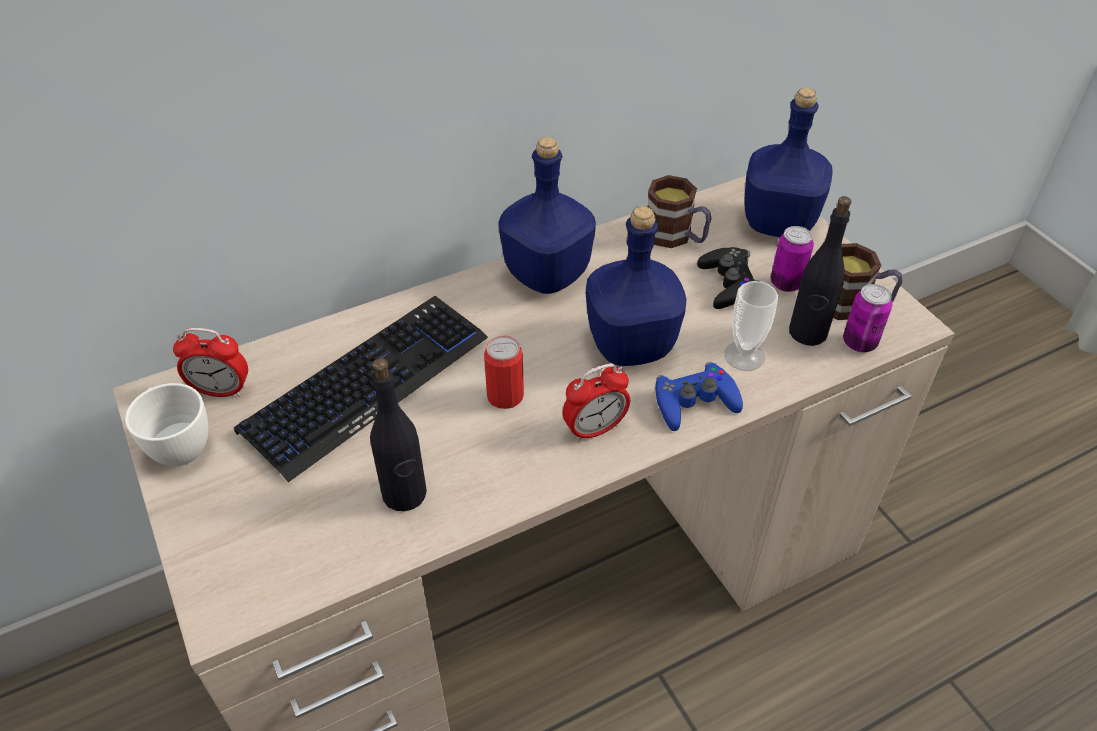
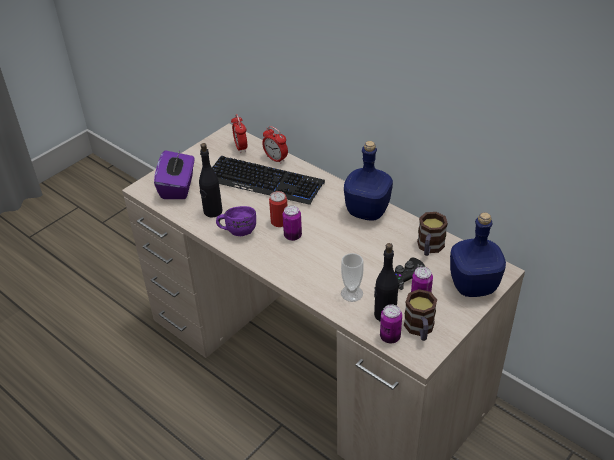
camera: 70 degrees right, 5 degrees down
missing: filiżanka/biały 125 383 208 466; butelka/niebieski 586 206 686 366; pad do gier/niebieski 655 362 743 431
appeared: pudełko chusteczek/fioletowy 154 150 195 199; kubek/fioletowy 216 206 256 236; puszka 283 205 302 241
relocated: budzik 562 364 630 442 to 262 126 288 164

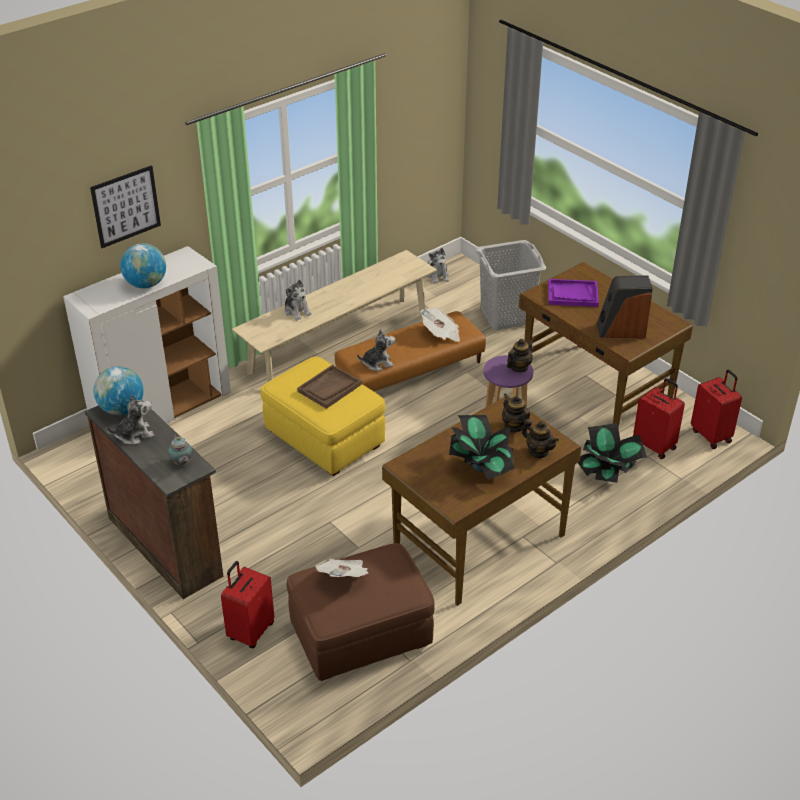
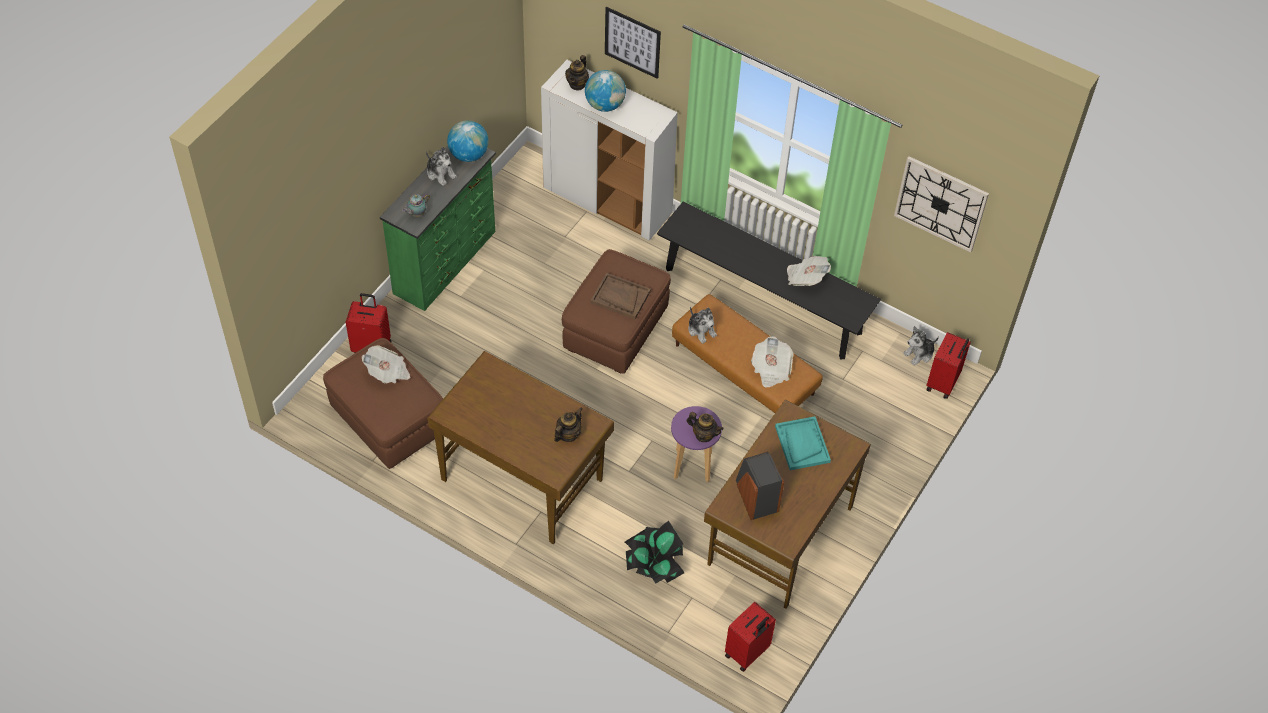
camera: 70 degrees right, 15 degrees up
missing: pluszak 284 280 312 320; roślina doniczkowa 449 415 515 480; kosz na pranie/szary 475 240 546 330
appeared: gazeta 787 256 831 286; zegar ścienny 894 156 989 253
relocated: imbryk 522 419 559 458 to 565 55 589 90; walizka/czerwony 633 378 685 459 to 926 332 971 399
colour: komoda/brązowy 85 400 223 599 to komoda/zielony 380 146 496 311; pufa/żółty 261 357 385 476 to pufa/brązowy 562 249 671 374; ławka/beżowy 232 250 437 382 to ławka/czarny 657 201 881 359; taca/fioletowy 548 279 599 307 to taca/turkusowy 775 416 831 470

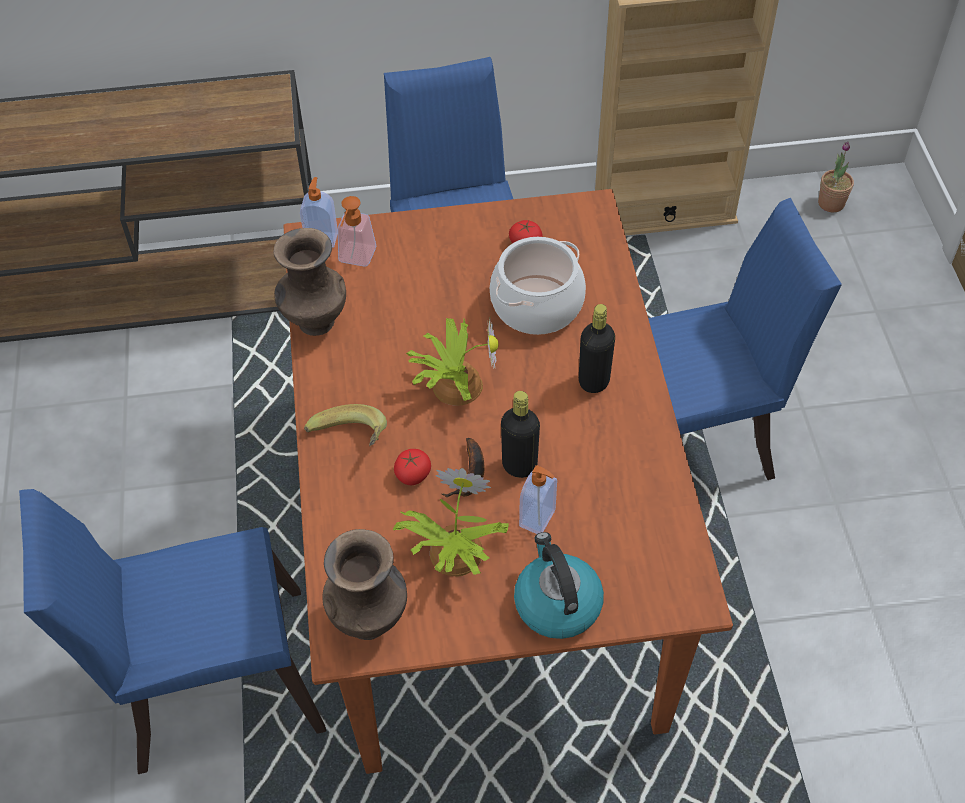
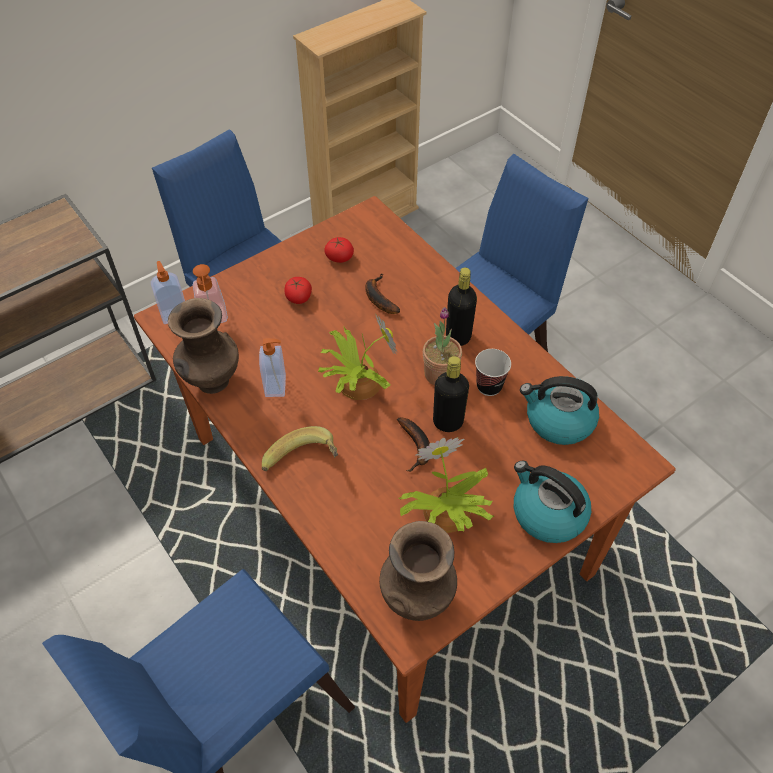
camera: 30 degrees left, 0 degrees up
appeared: filiżanka 475 349 511 396; czajnik 520 376 599 445
relocated: dozownik mydła 519 465 557 534 to 259 338 286 397; pomidor 394 449 431 485 to 284 277 312 304; roślina doniczkowa 818 141 854 212 to 423 307 462 385
exchanged: garnek 490 237 586 335 to banan 365 274 400 314

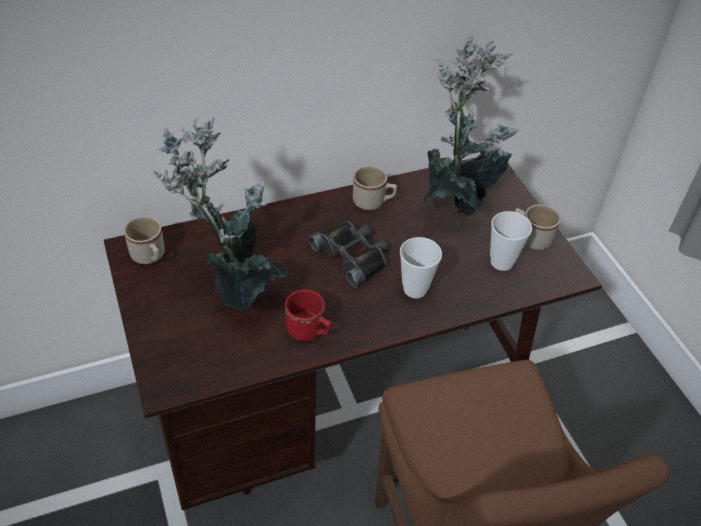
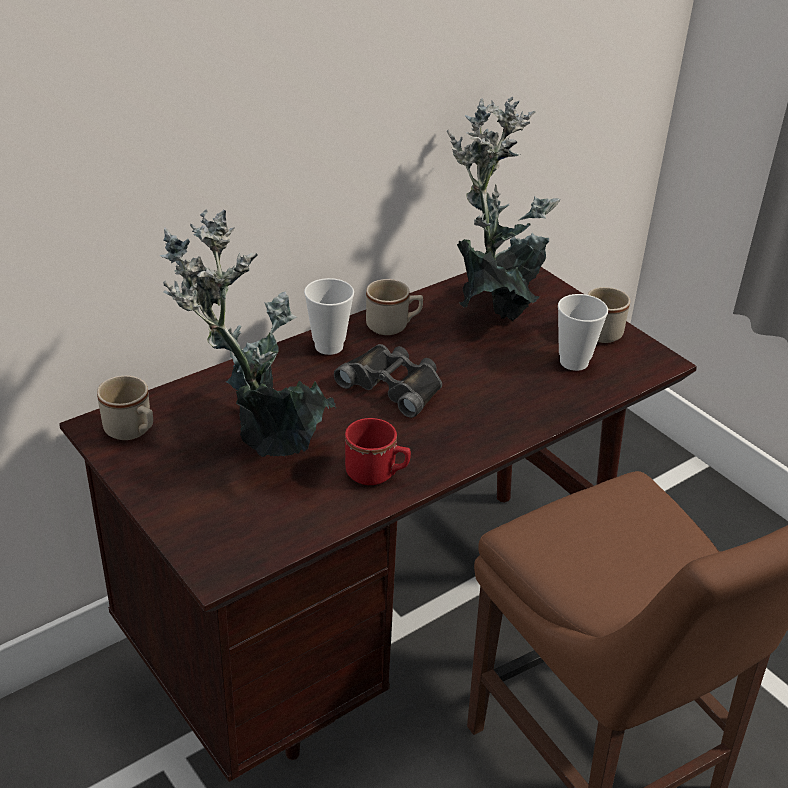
camera: 15 degrees left, 10 degrees down
relocated: filiżanka 400 237 442 298 to 304 278 354 355

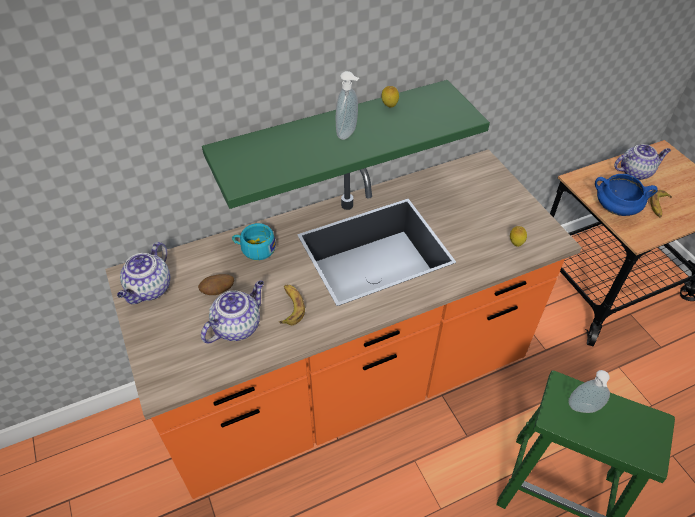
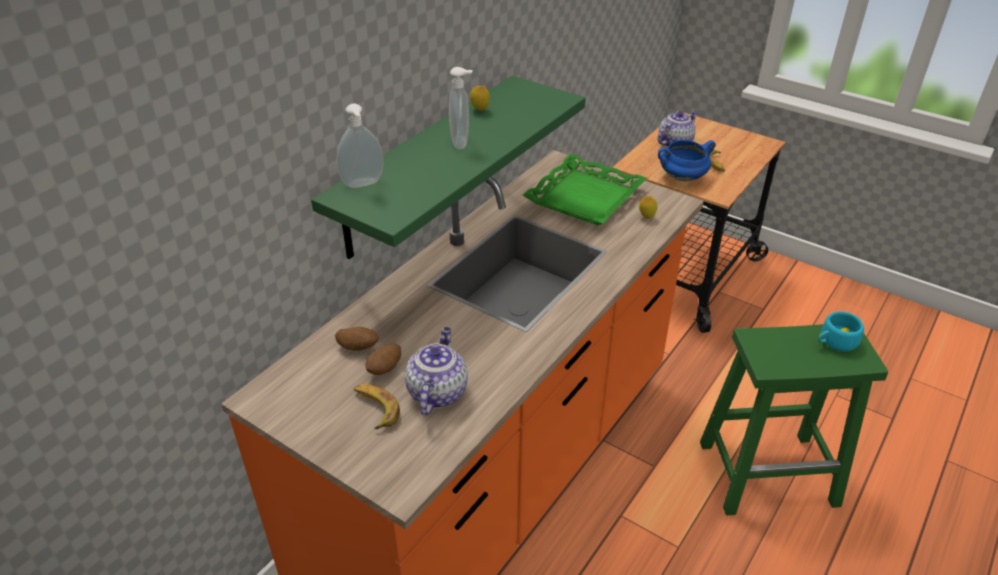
camera: 30 degrees left, 10 degrees down
missing: imbryk 117 242 171 304
appeared: ziemniak 335 327 378 351; taca/zielony 523 154 647 225
relocated: dozownik mydła 569 370 610 413 to 337 104 383 188; banan 279 285 305 325 to 354 384 400 429; filiżanka/turkusowy 232 223 276 260 to 818 311 864 351

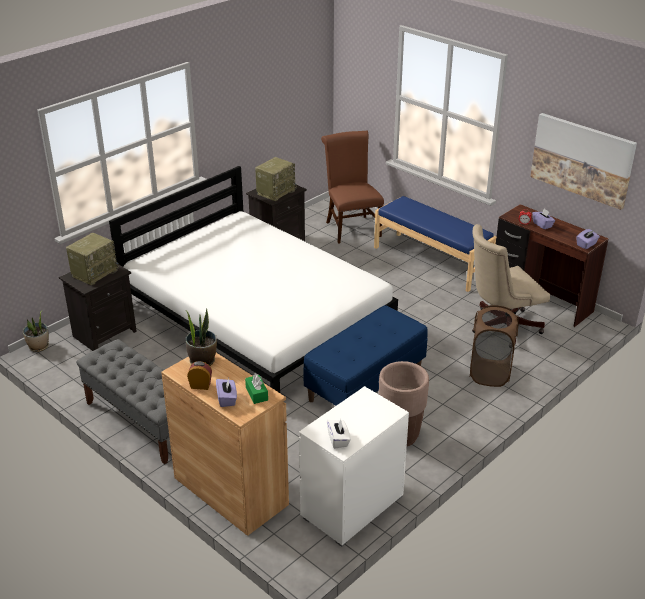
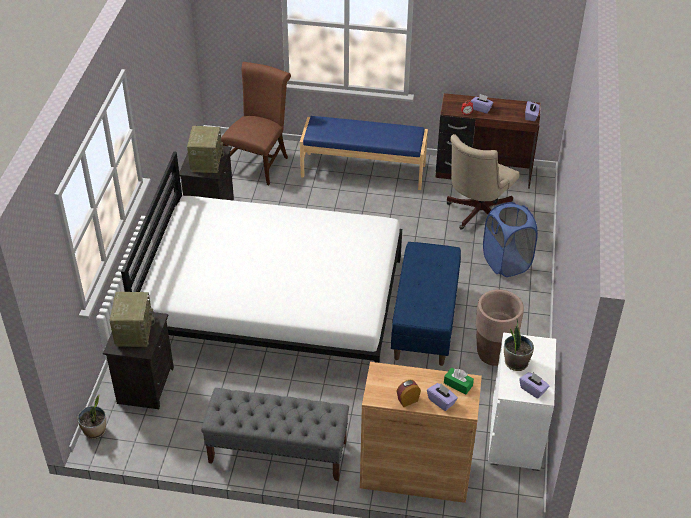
camera: 35 degrees left, 10 degrees up
missing: obraz 530 113 637 210
relocated: roślina doniczkowa 185 308 217 366 to 504 319 534 371
colour: kosz na pranie/brązowy 470 305 519 387 to kosz na pranie/niebieski 483 202 538 277; pudełko chusteczek/biały 327 419 351 449 to pudełko chusteczek/fioletowy 519 372 549 399
spun: krzesło/brązowy 321 131 384 244 = 221 62 291 185 75 degrees clockwise

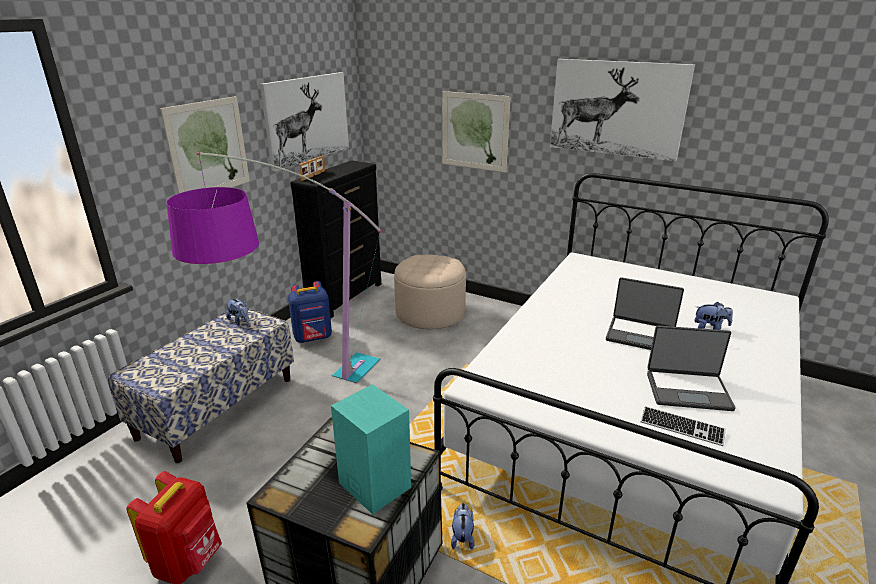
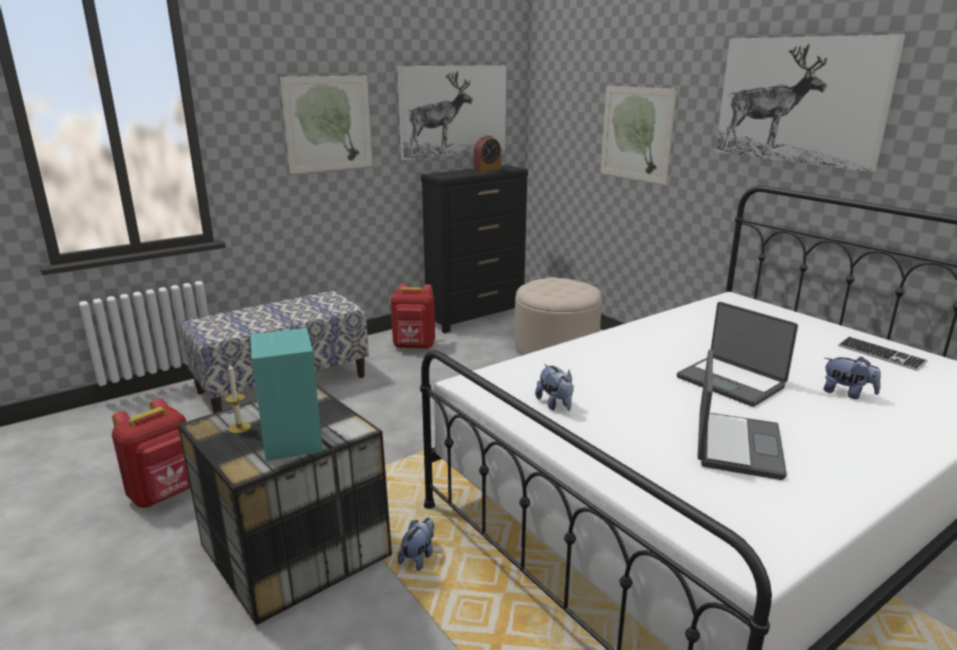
camera: 25 degrees right, 5 degrees down
missing: lampa stojąca 167 152 382 383; ramka na zdjęcie 299 155 325 181
appeared: świeca 225 364 251 433; budzik 473 135 501 172
relocated: pluszak 226 298 249 325 to 535 364 574 411; klawiatura 641 406 726 446 to 838 337 928 371
colour: plecak/niebieski 288 281 332 343 to plecak/czerwony 391 284 435 349
spun: laptop 647 326 736 411 = 697 349 787 480 105 degrees counterclockwise

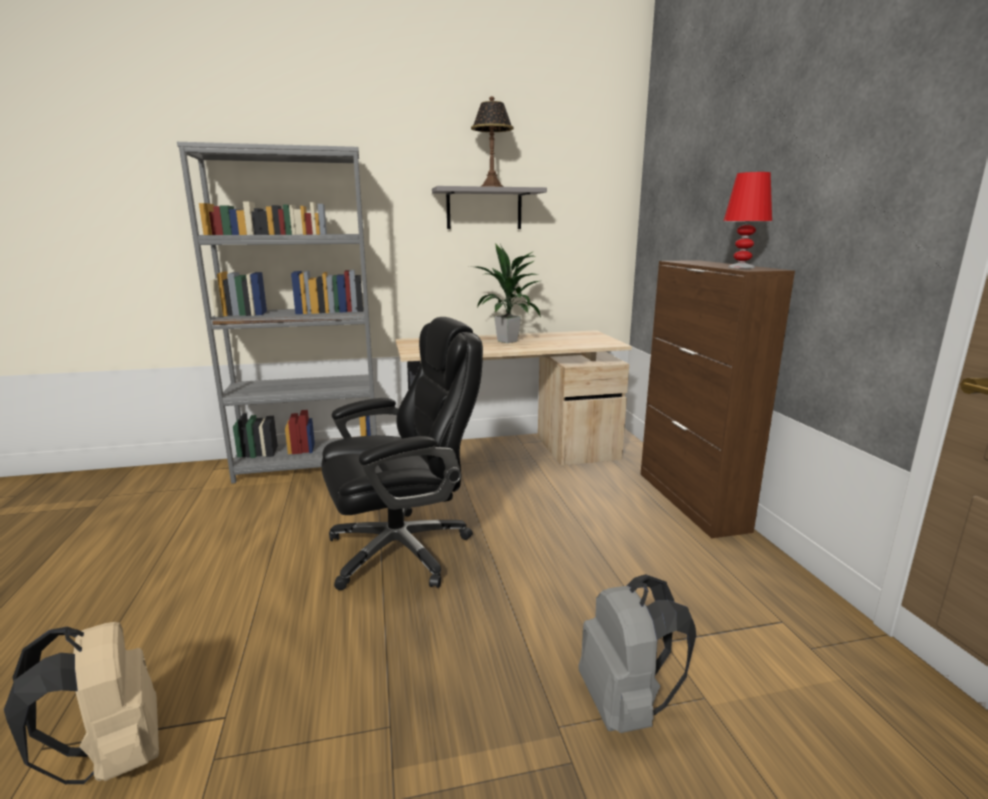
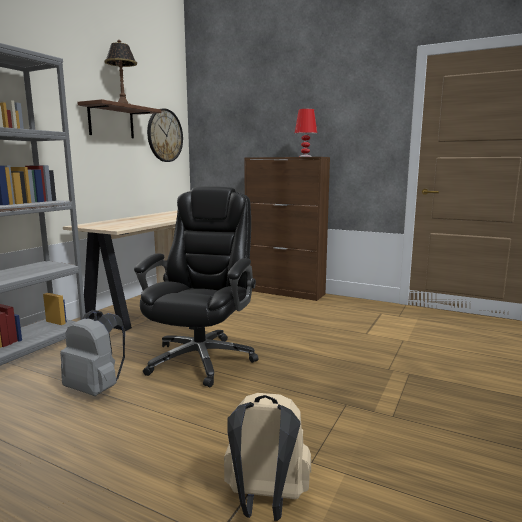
camera: 50 degrees left, 5 degrees down
missing: roślina doniczkowa 476 244 541 343
appeared: zegar ścienny 147 108 183 162
relocated: plecak/szary 578 574 696 733 to 60 310 125 396
colour: półka/szary 432 186 547 229 to półka/brązowy 77 99 161 138

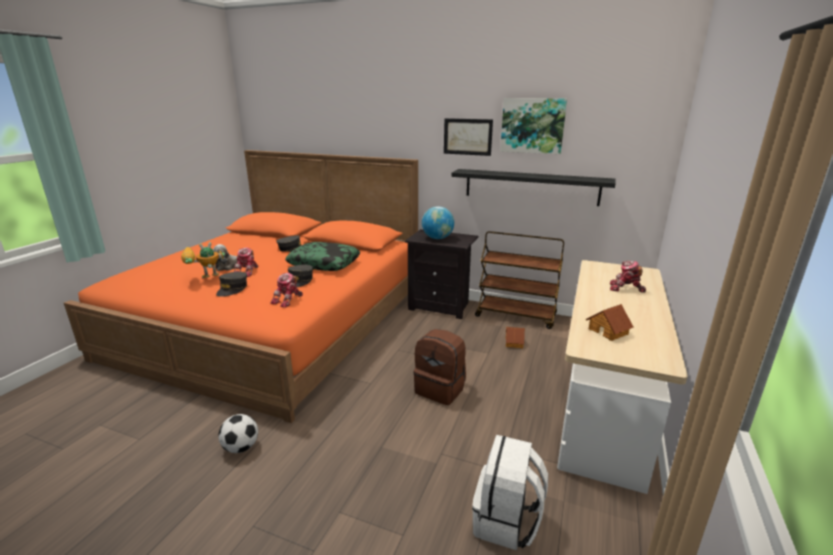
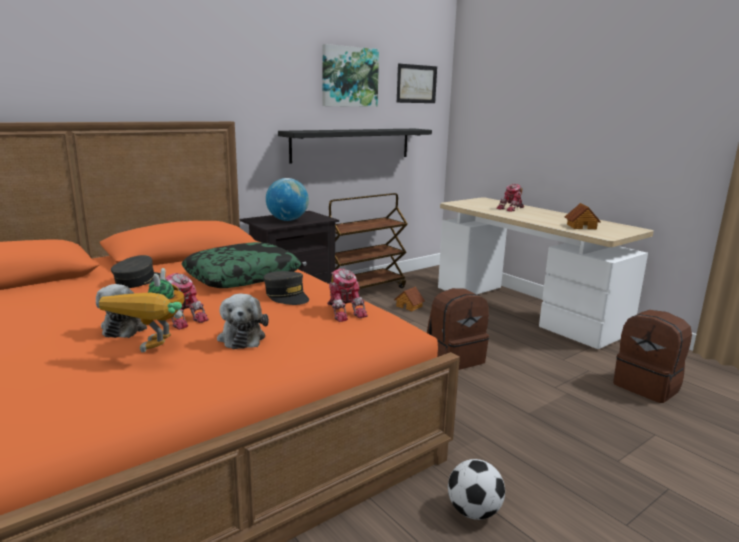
camera: 60 degrees left, 5 degrees down
relocated: obraz 444 118 493 156 to 397 64 437 103
exchanged: czapka z daszkiem/szary 216 272 247 297 to pluszak 217 294 269 349
colour: plecak/biały 472 435 548 550 to plecak/brązowy 613 310 692 403

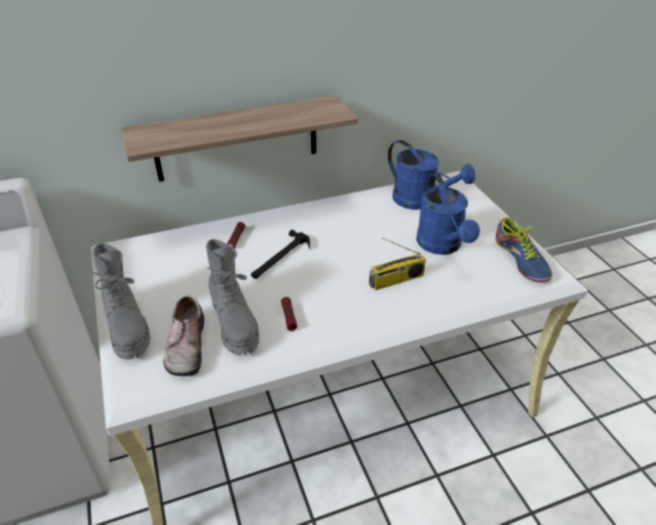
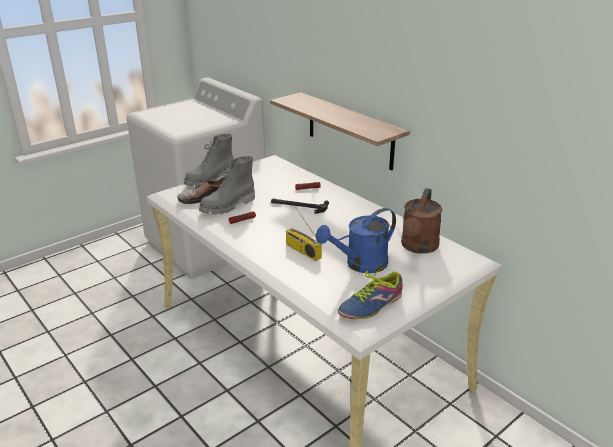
camera: 70 degrees right, 10 degrees down
colour: konewka/niebieski 388 140 476 210 to konewka/brązowy 401 188 443 254

